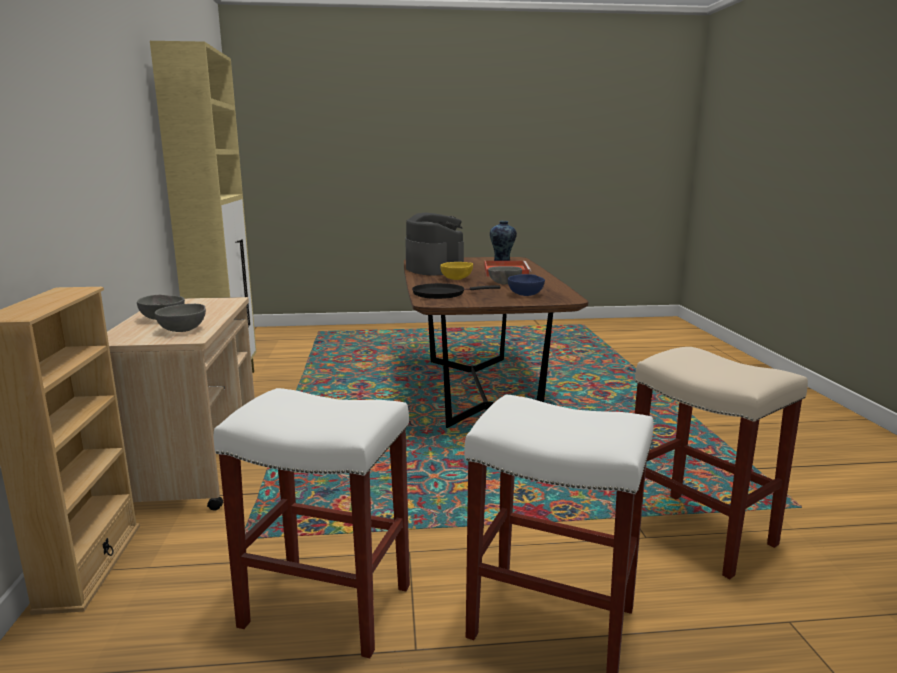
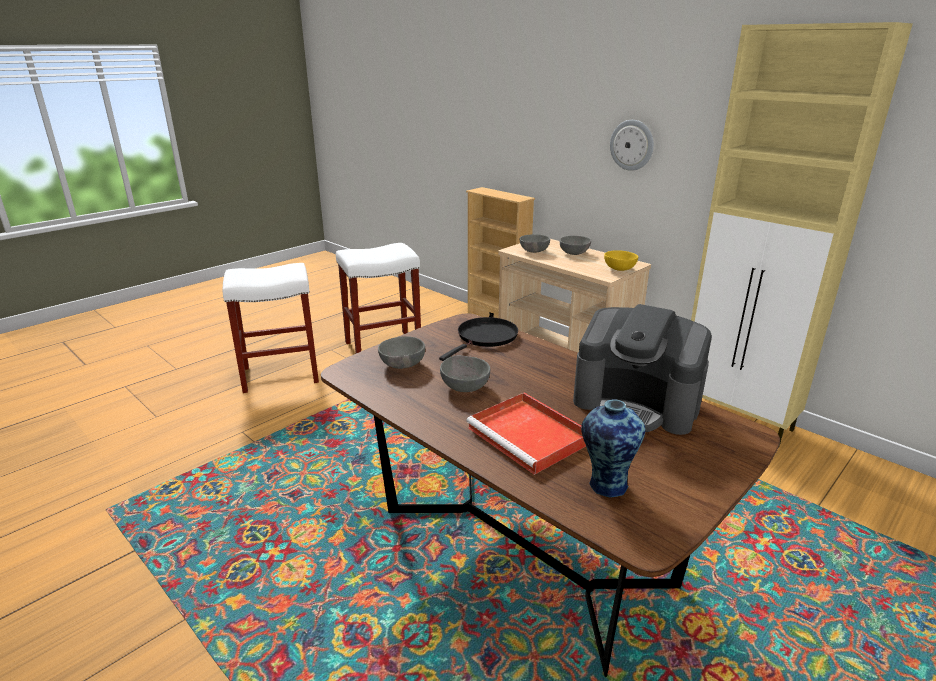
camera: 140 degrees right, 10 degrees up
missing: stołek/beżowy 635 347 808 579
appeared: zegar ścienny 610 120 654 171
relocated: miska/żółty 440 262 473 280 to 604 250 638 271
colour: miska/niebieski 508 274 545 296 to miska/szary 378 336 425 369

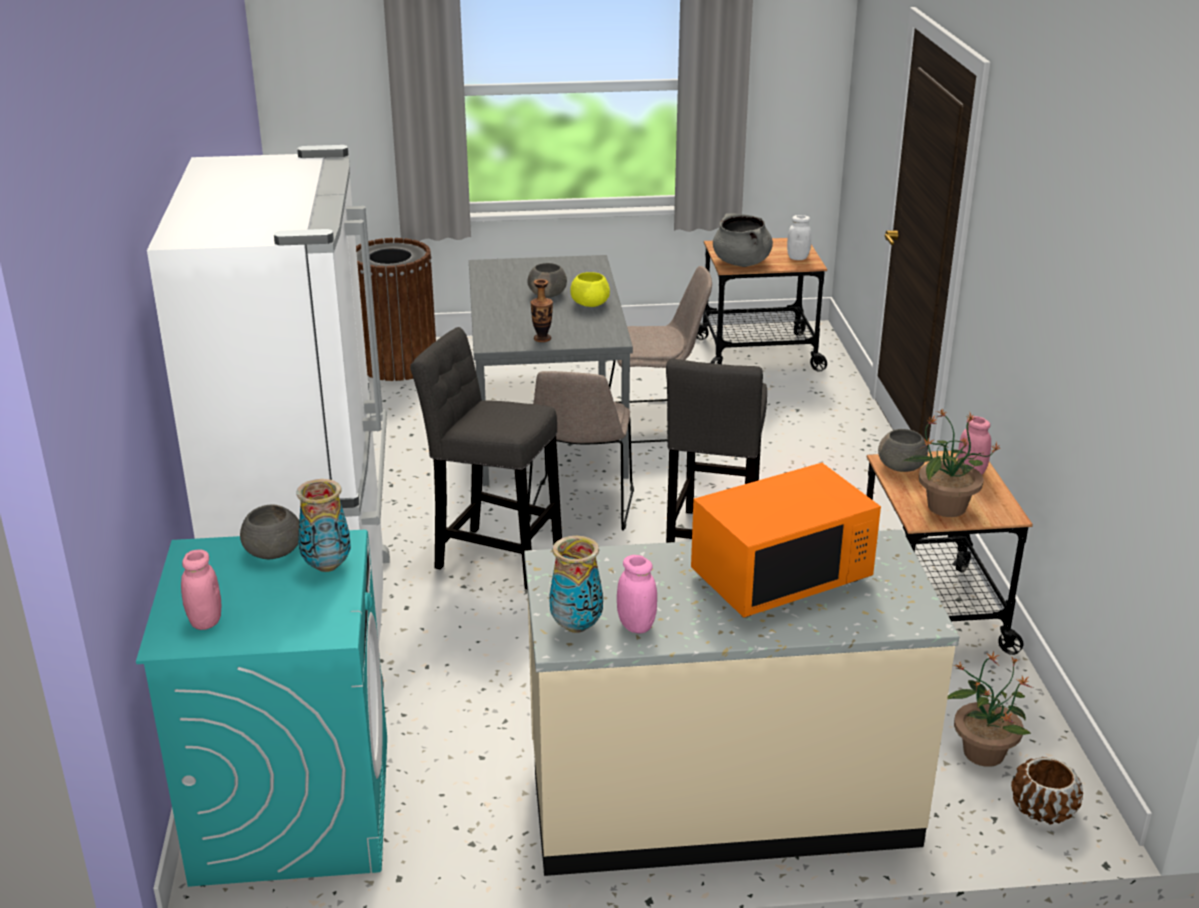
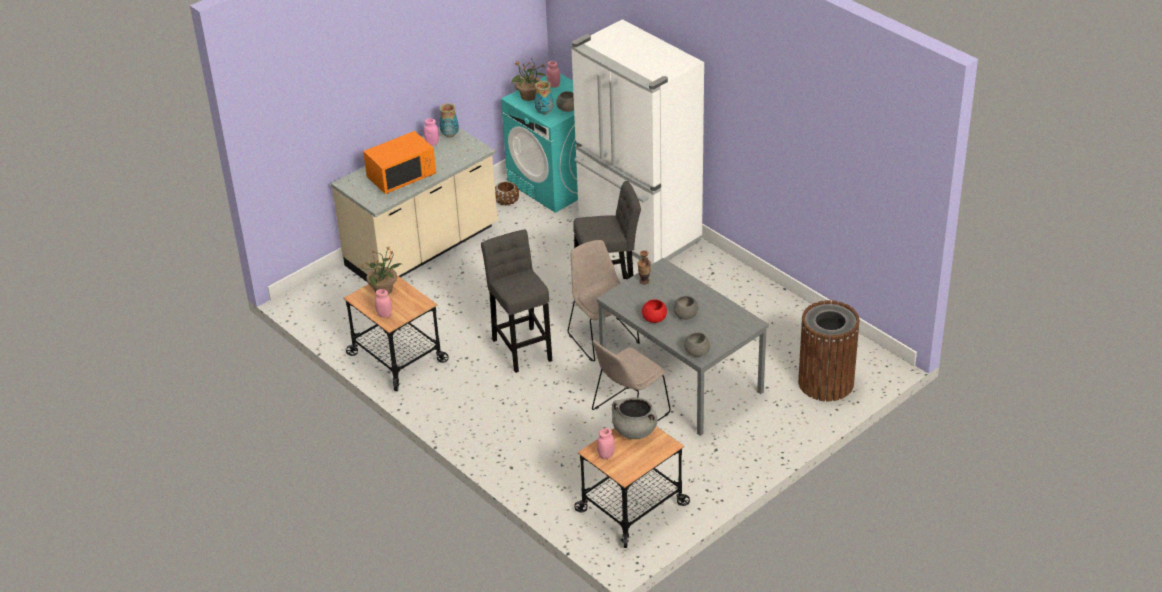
camera: 145 degrees right, 10 degrees up
relocated: donica/brązowy 1011 757 1083 825 to 495 181 519 205; roślina doniczkowa 947 651 1033 767 to 512 58 545 101; miska/szary 878 429 928 472 to 684 332 711 357
colour: słoik/biały 787 215 811 260 to słoik/różowy 597 428 615 459; miska/żółty 570 272 610 307 to miska/czerwony 642 299 667 323
spun: mikrofalówka/pomarańczowy 691 463 881 618 = 363 131 436 194 150 degrees counterclockwise

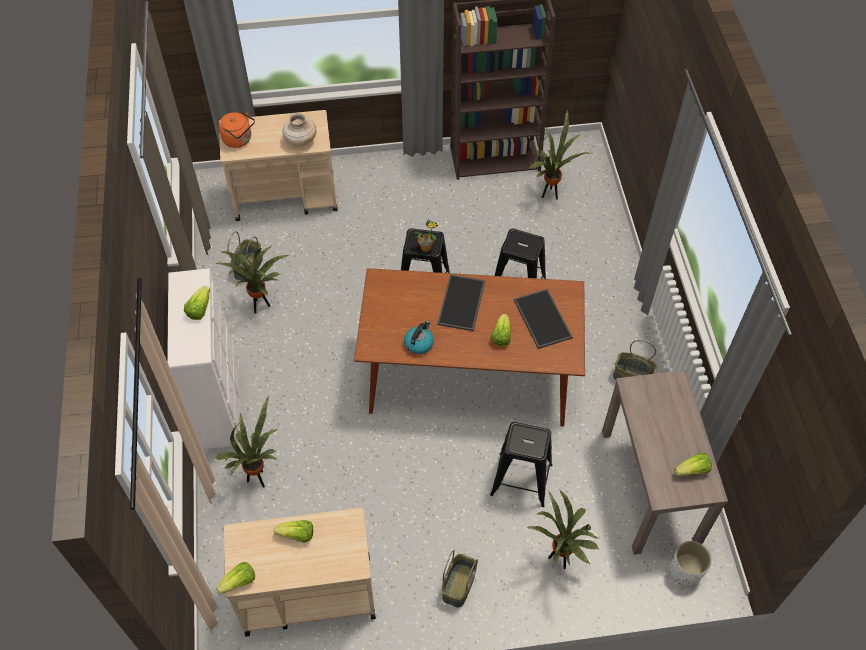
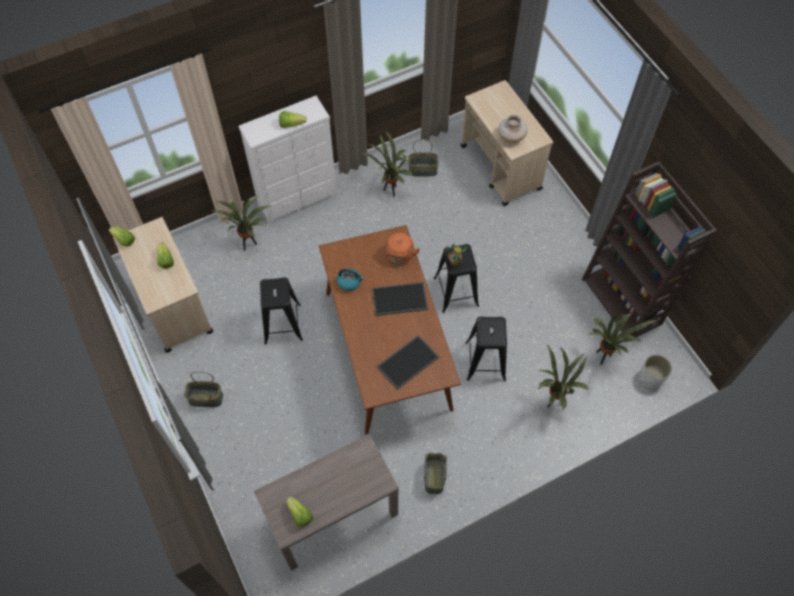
camera: 70 degrees right, 5 degrees up
missing: sałata 491 314 511 346
relocated: stołek/czarny 490 422 552 507 to 260 277 303 345; czajnik/pomarańczowy 219 111 255 148 to 384 233 420 265; roślina doniczkowa 527 490 599 569 to 537 345 589 410; donica/biały 670 541 712 586 to 639 354 672 389

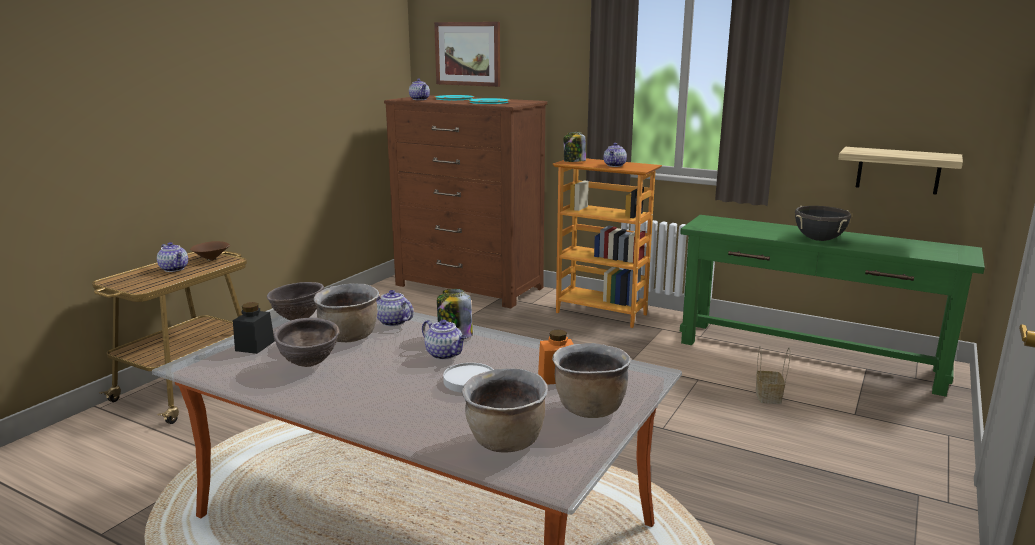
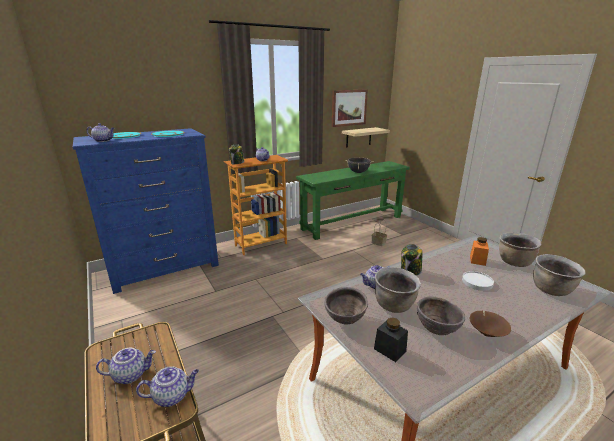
camera: 60 degrees left, 5 degrees up
relocated: imbryk 422 319 466 360 to 136 366 199 407; obraz 434 22 500 87 to 332 89 368 127; miska/brązowy 190 241 230 261 to 470 311 511 337
colour: komoda/brązowy 384 95 547 308 to komoda/niebieski 73 128 219 294

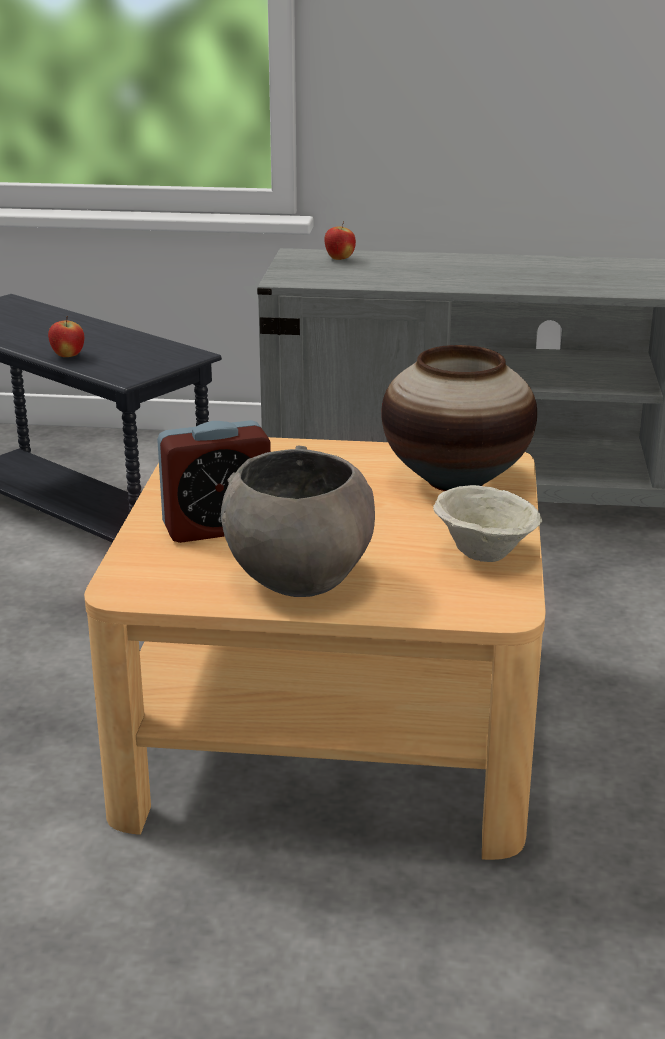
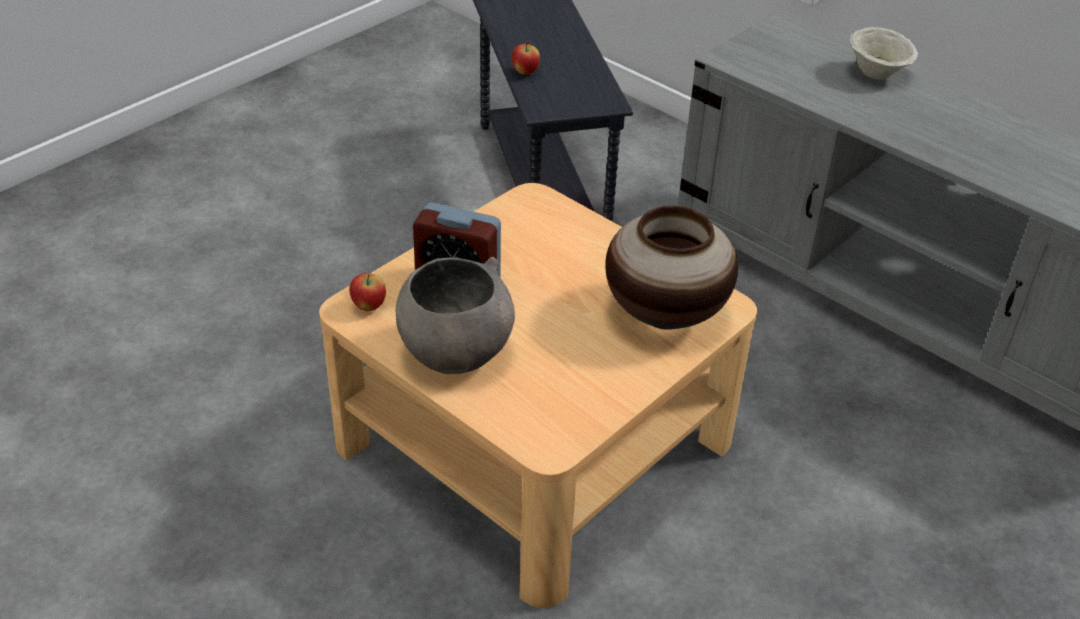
camera: 35 degrees right, 15 degrees up
relocated: jabłko 324 221 356 260 to 349 273 386 312; miska/beżowy 433 485 542 562 to 850 27 918 80

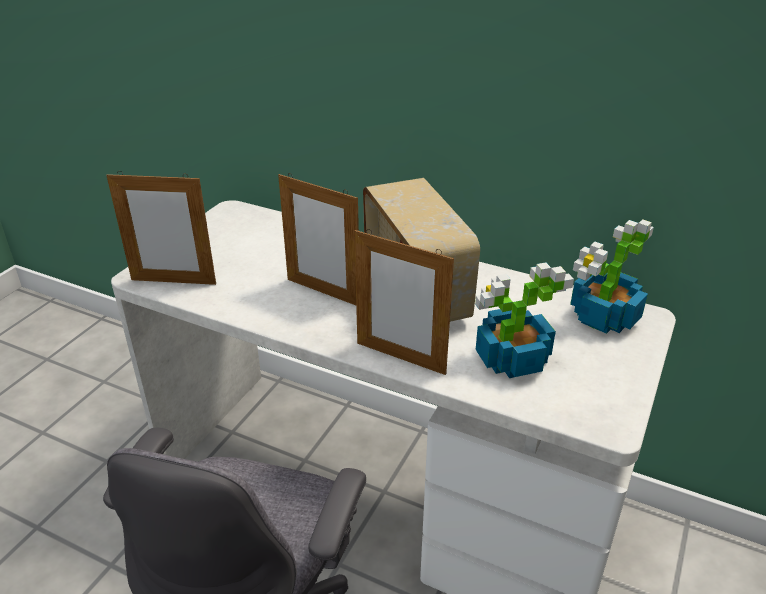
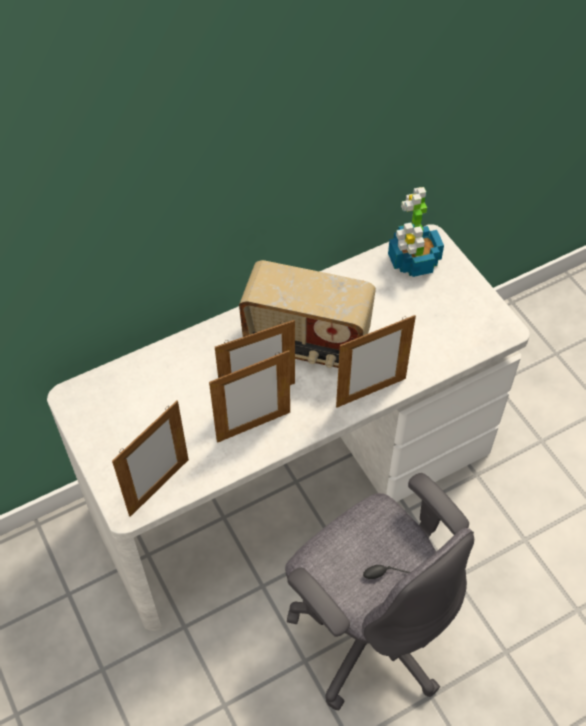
camera: 55 degrees left, 20 degrees up
missing: roślina doniczkowa 475 262 574 378
appeared: ramka na zdjęcie 209 350 290 443

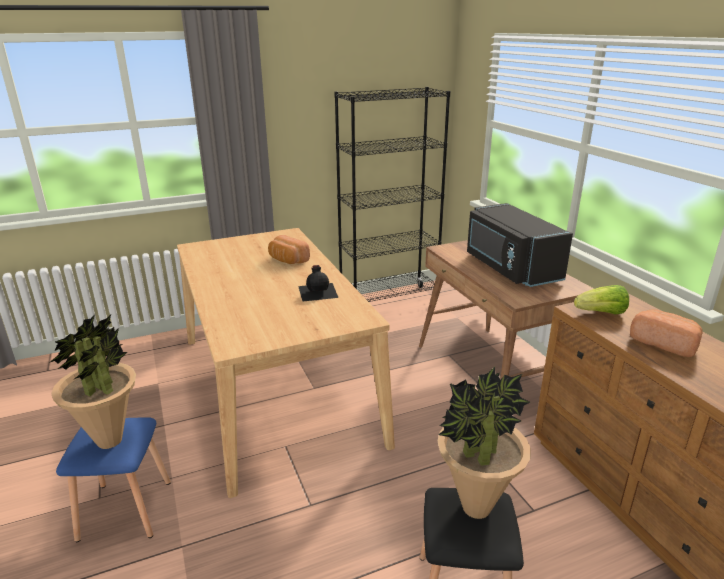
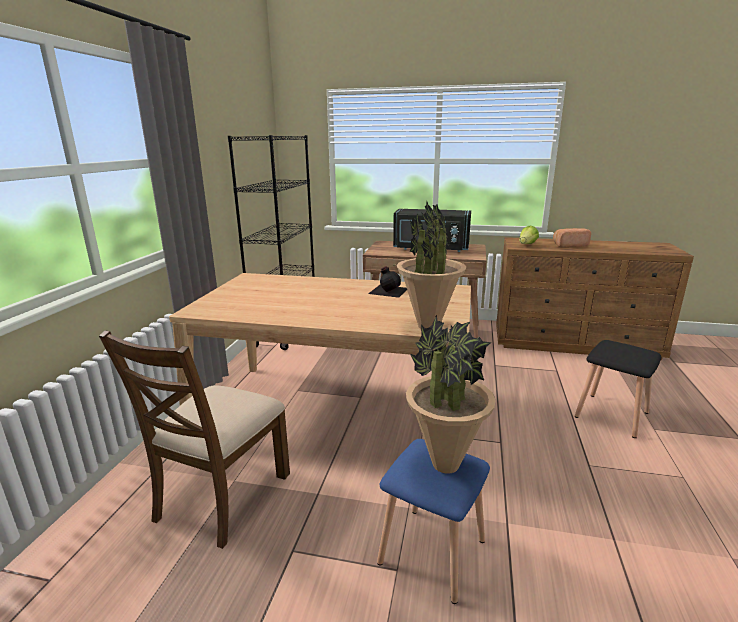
camera: 55 degrees left, 5 degrees down
missing: chleb 268 235 310 264
appeared: krzesło/brązowy 99 330 290 549
relocated: roślina doniczkowa 438 366 531 519 to 397 200 466 329

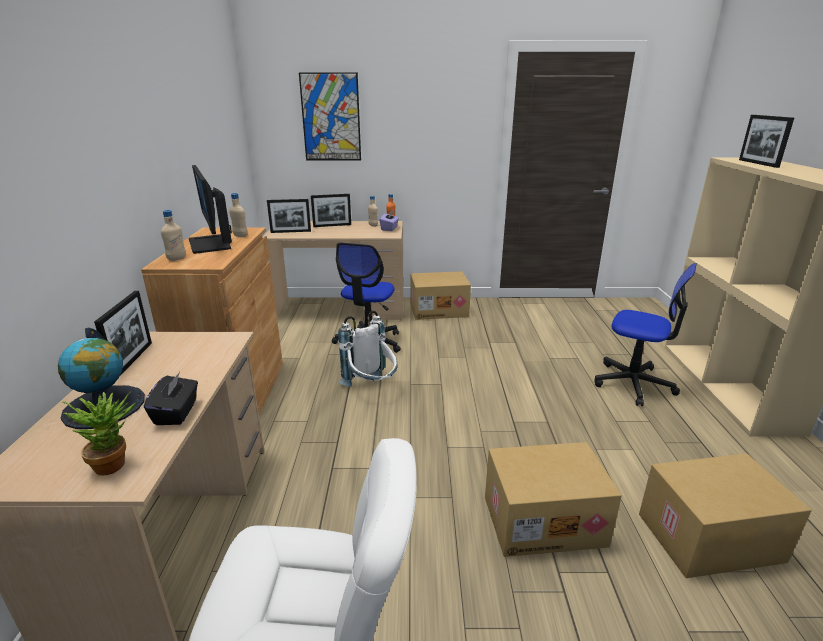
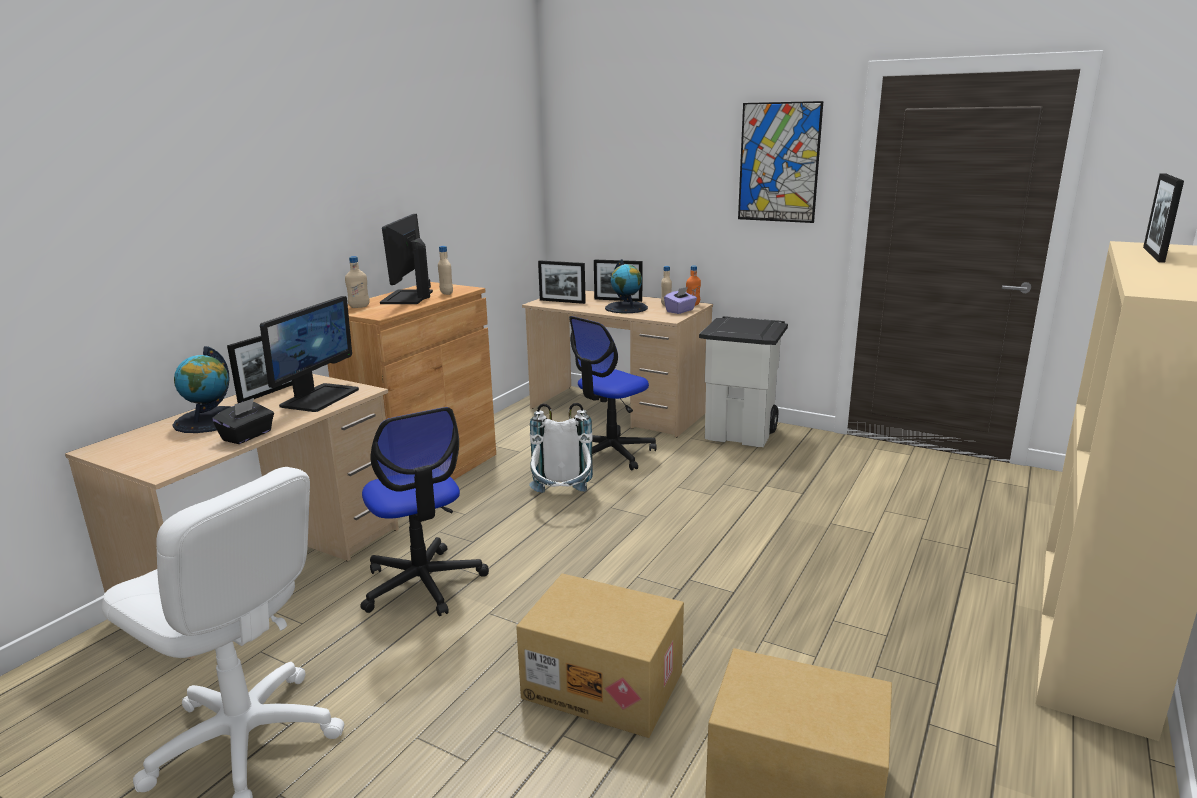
camera: 30 degrees right, 5 degrees down
missing: roślina doniczkowa 62 391 136 475
appeared: monitor 260 296 359 412; globus 605 259 648 313
relocated: krzesło biurowe 594 263 697 406 to 360 407 489 616; obraz 299 73 361 160 to 738 101 823 223
exchanged: karton 410 271 471 320 to kosz na śmieci/biały 699 316 788 447

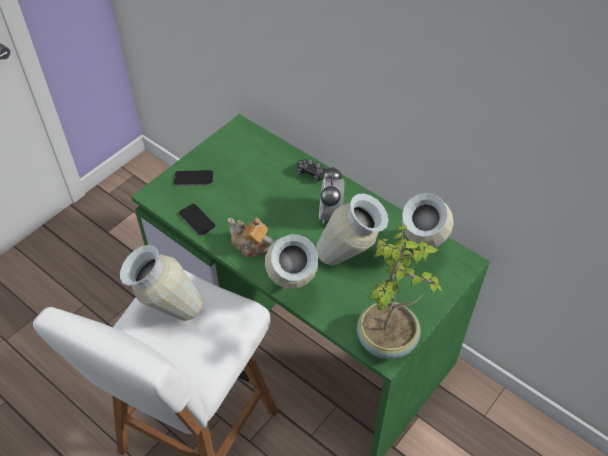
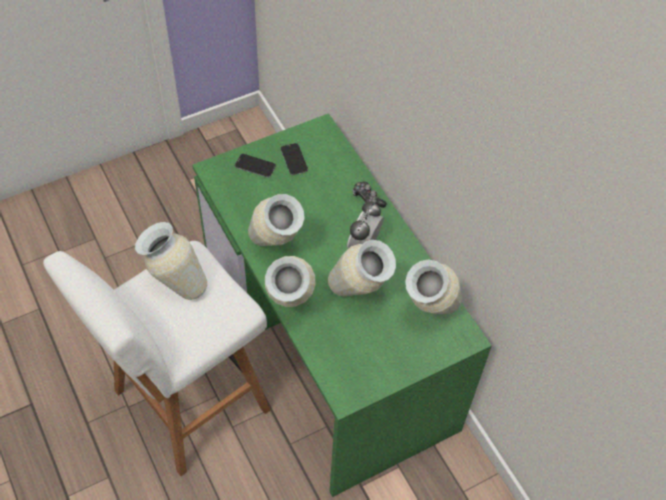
camera: 20 degrees right, 5 degrees up
missing: roślina doniczkowa 357 226 443 359
relocated: telefon 179 204 216 236 to 281 143 308 175
exchanged: imbryk 227 217 274 257 to wazon 248 194 305 246

